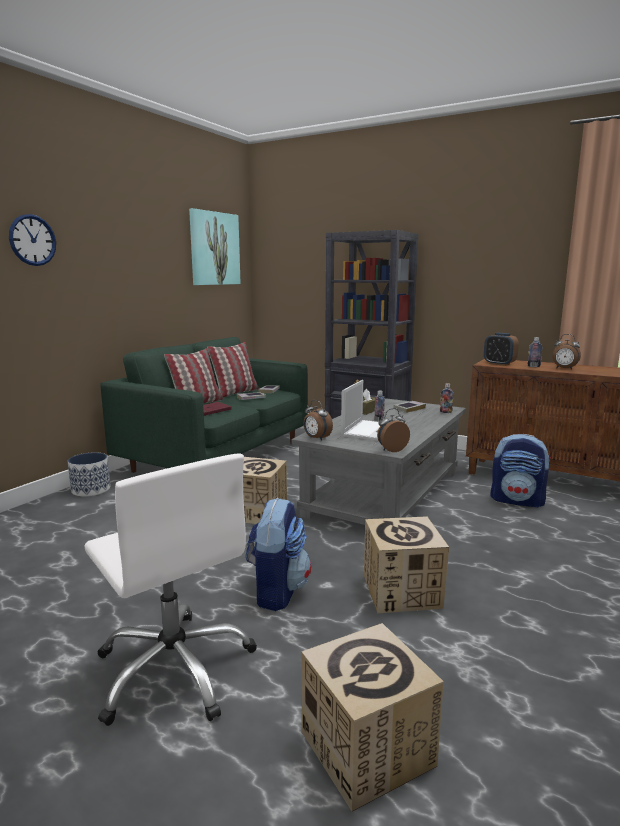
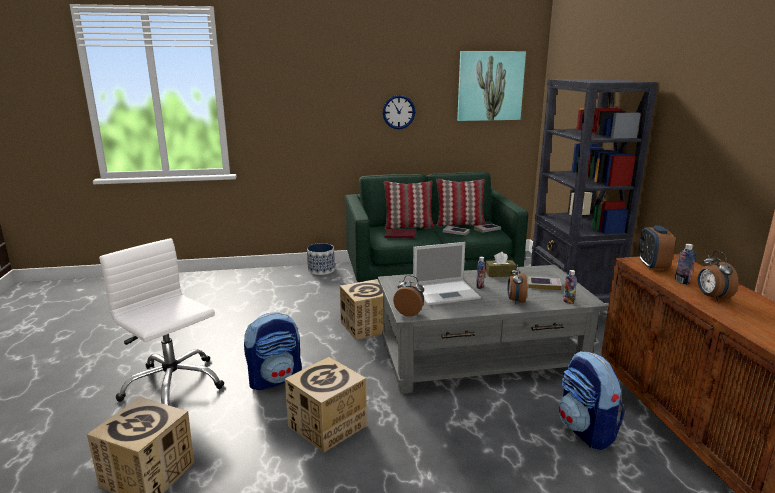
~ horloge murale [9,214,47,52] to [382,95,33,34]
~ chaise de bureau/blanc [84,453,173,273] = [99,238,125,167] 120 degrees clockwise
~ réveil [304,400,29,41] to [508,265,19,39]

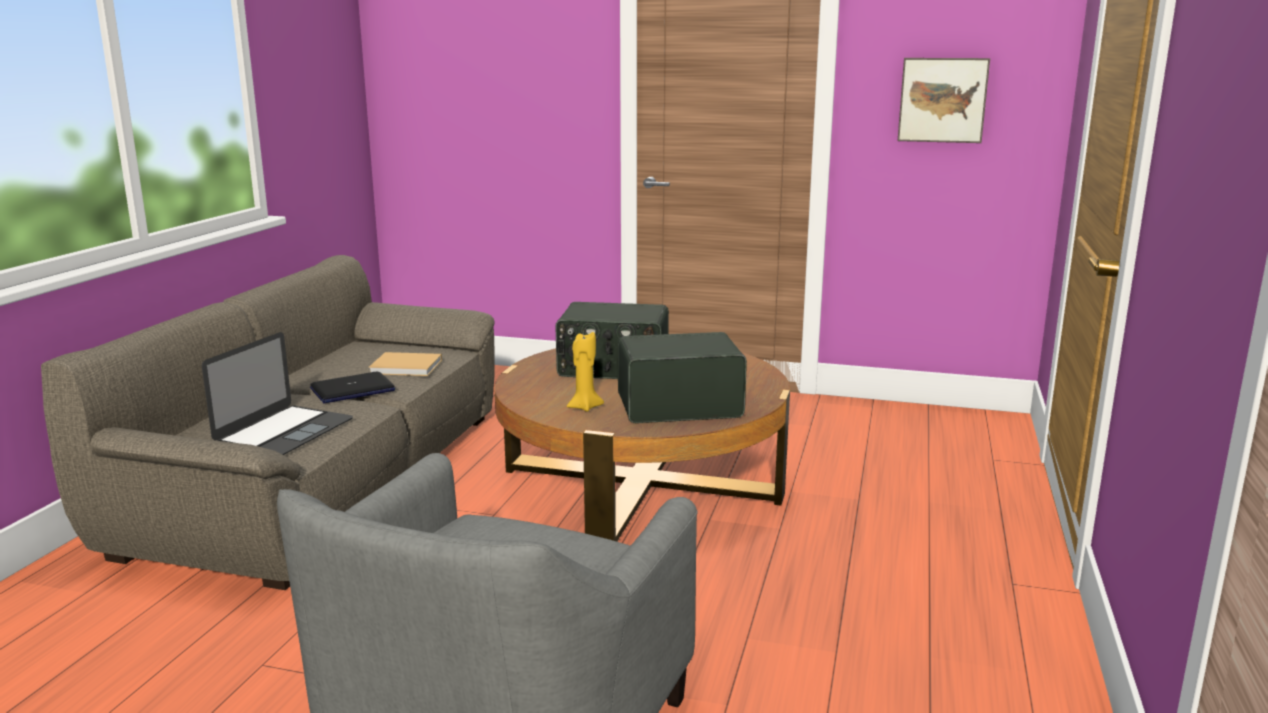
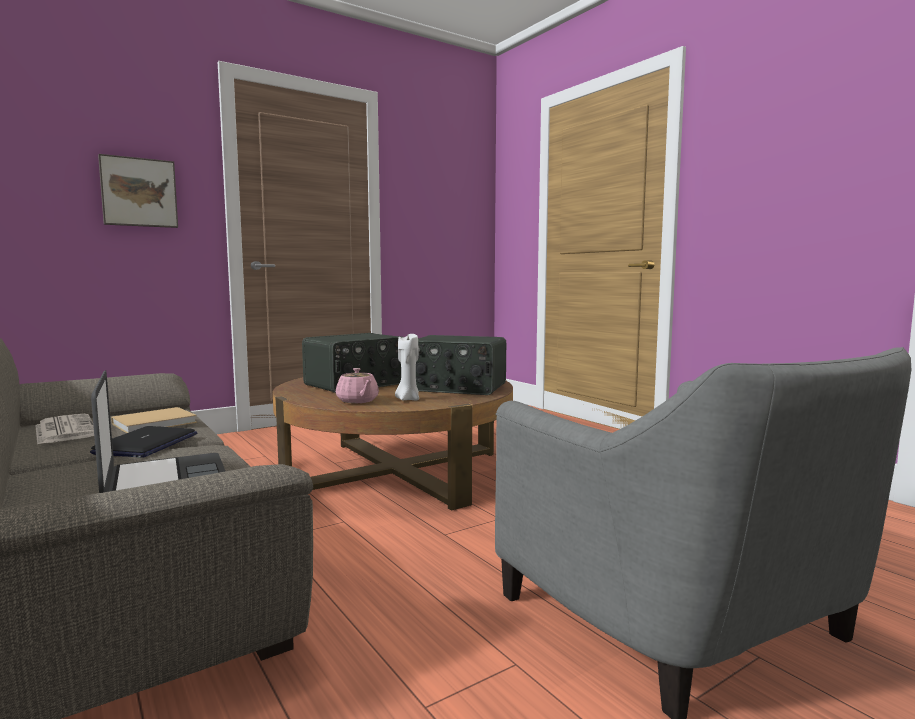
~ bougie/jaune [567,332,37,80] to bougie/blanc [395,334,24,67]
~ radio [618,332,129,91] = [416,335,90,60] 105 degrees counterclockwise
~ tableau [898,58,92,85] to [98,154,80,74]
+ journal [35,414,59,31]
+ théière/rose [336,368,43,35]

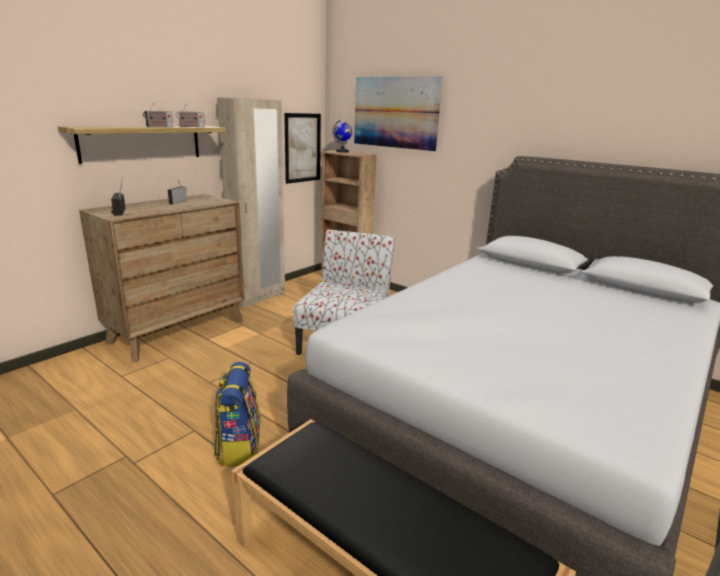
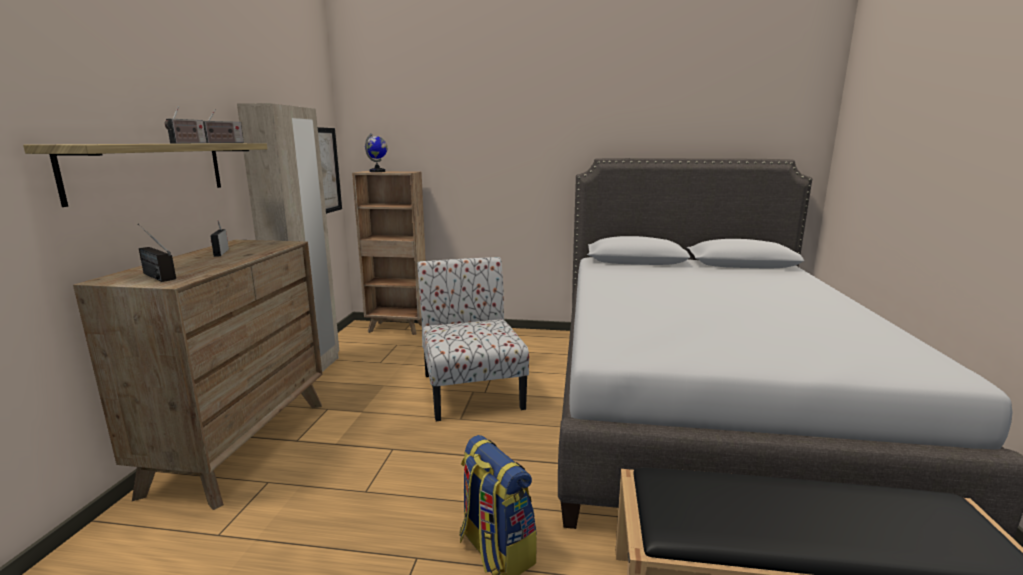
- tableau [354,76,89,75]

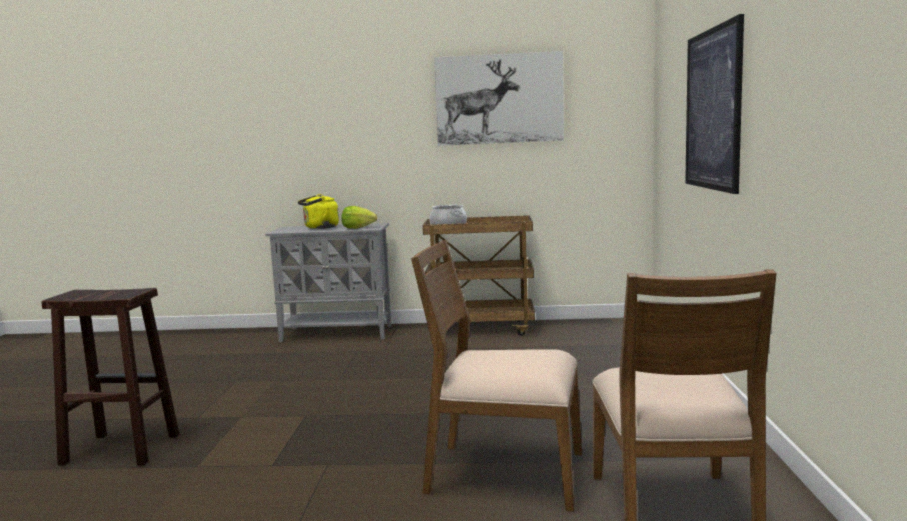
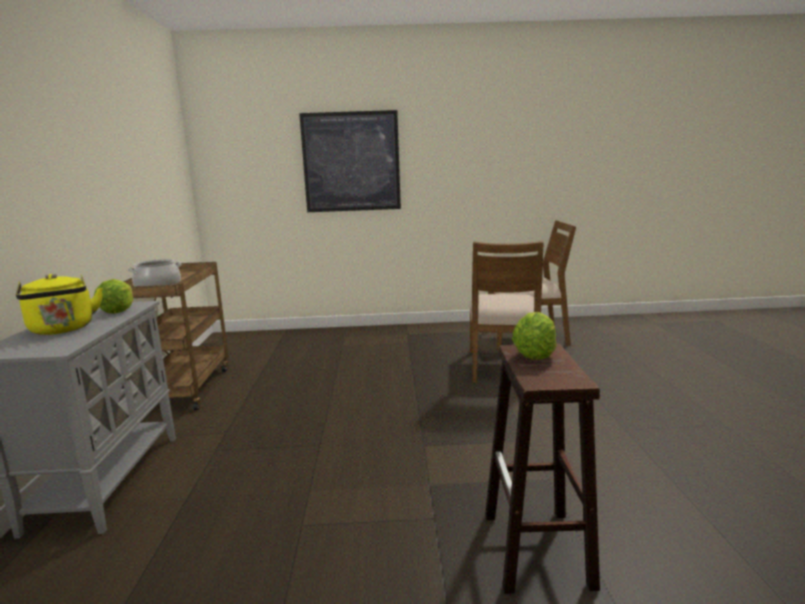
- tableau [434,51,130,95]
+ laitue [512,312,45,47]

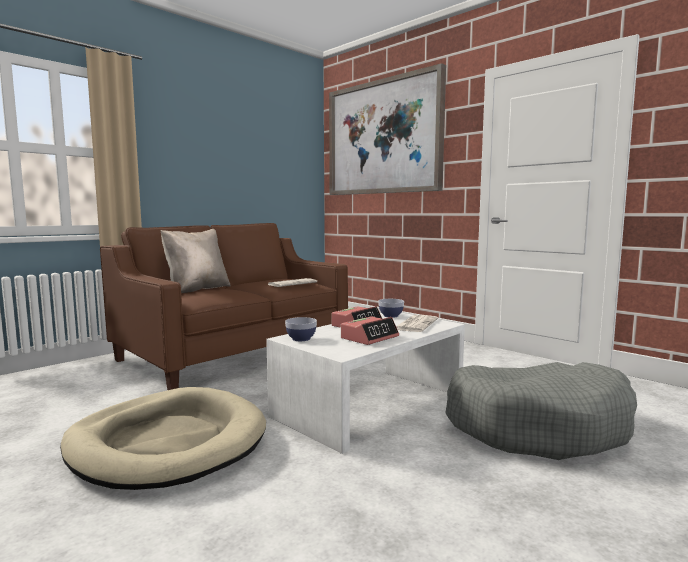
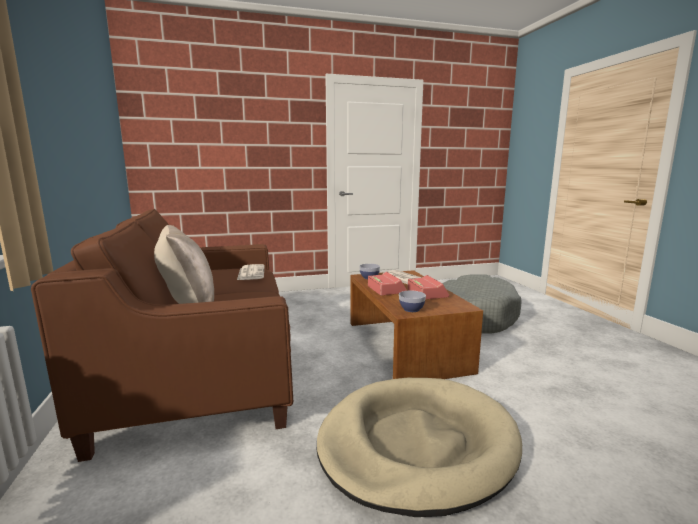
~ table basse/blanc [266,312,199,142] to table basse/marron [351,270,132,109]
- tableau [329,63,117,132]

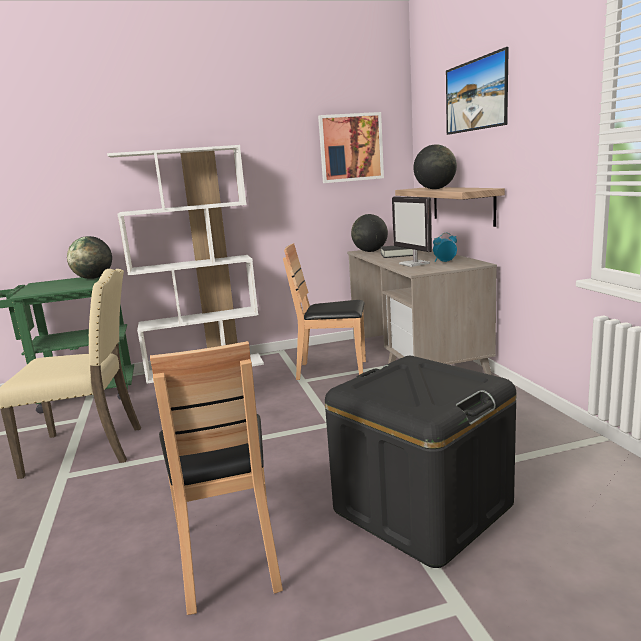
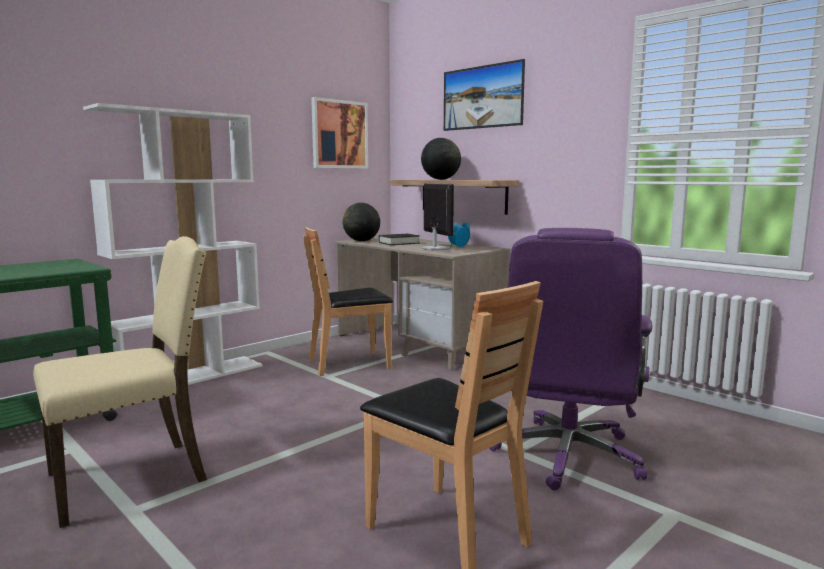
- globe [67,236,45,43]
~ boîte de rangement/noir [325,356,191,212] to chaise de bureau/violet [489,228,163,263]
~ écran d'ordinateur [392,197,40,70] = [421,183,33,68] 150 degrees counterclockwise

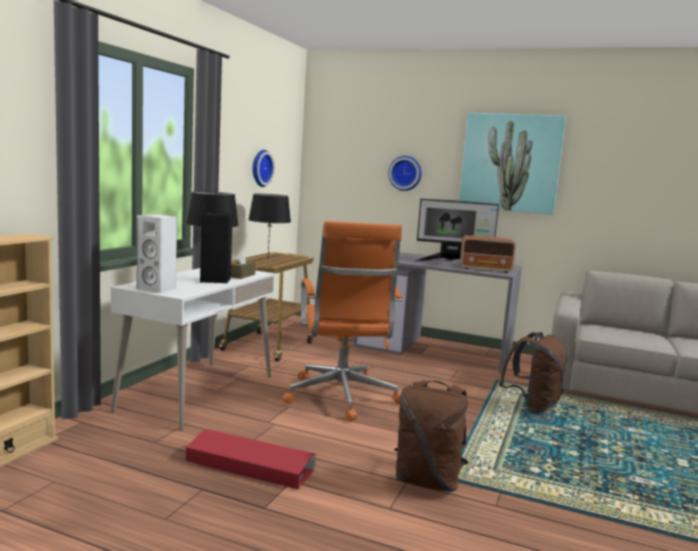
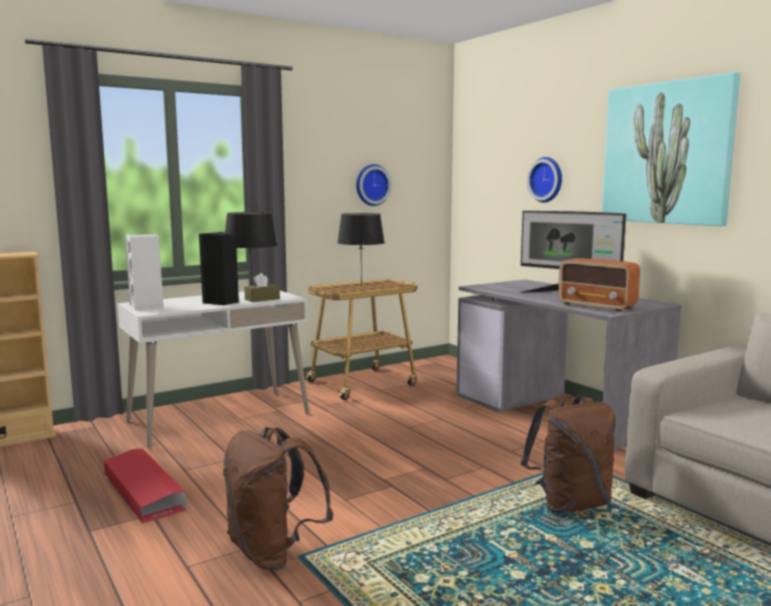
- chaise de bureau/orange [282,221,120,200]

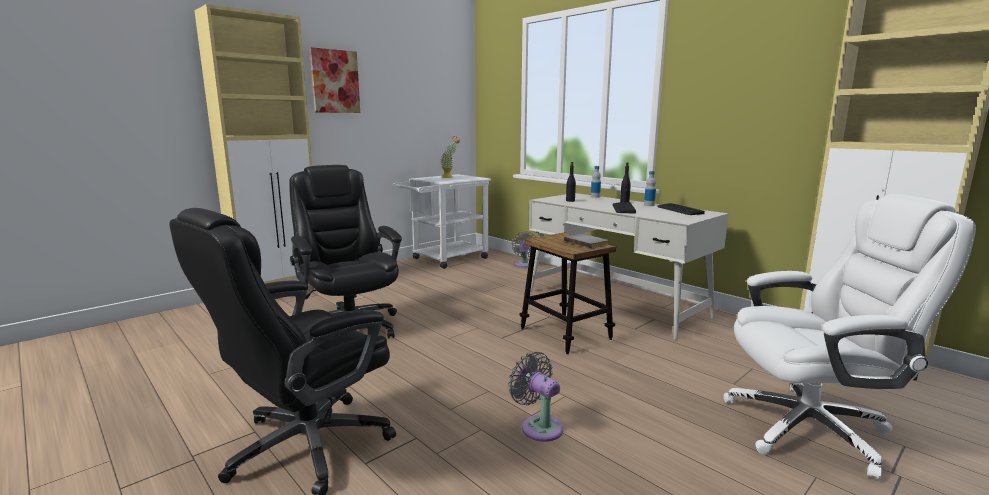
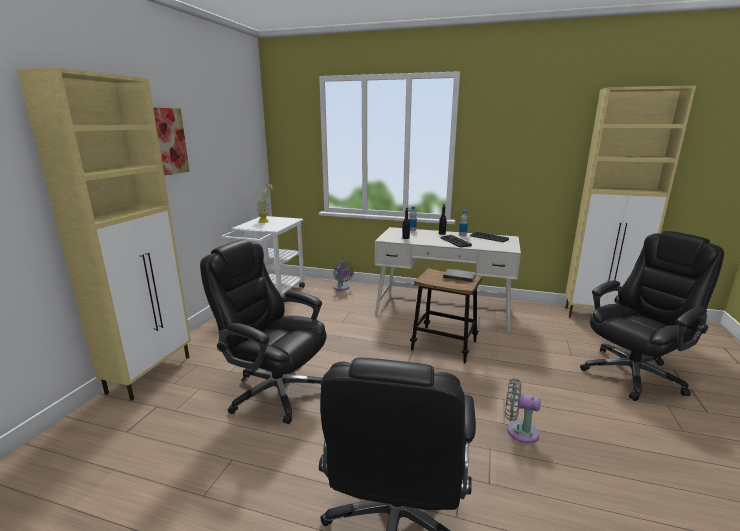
~ chaise de bureau/blanc [723,194,253,286] to chaise de bureau/noir [580,231,144,170]

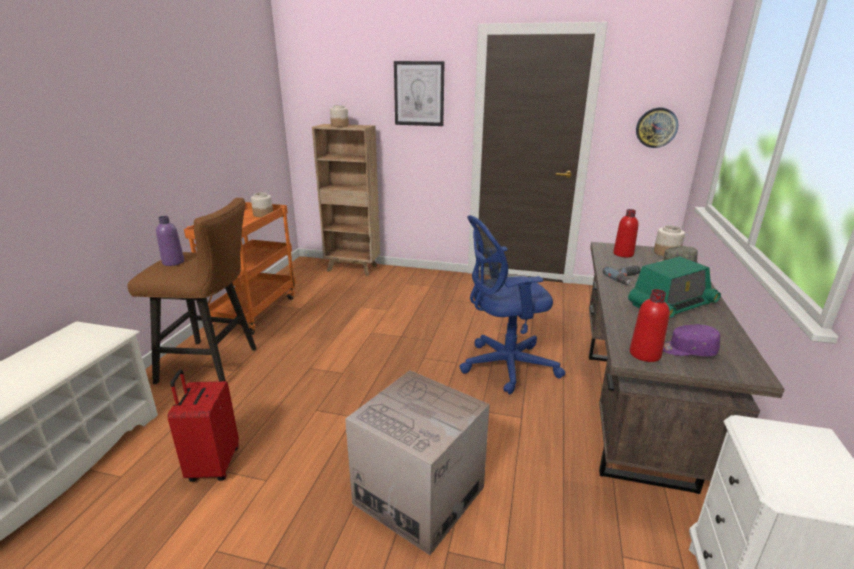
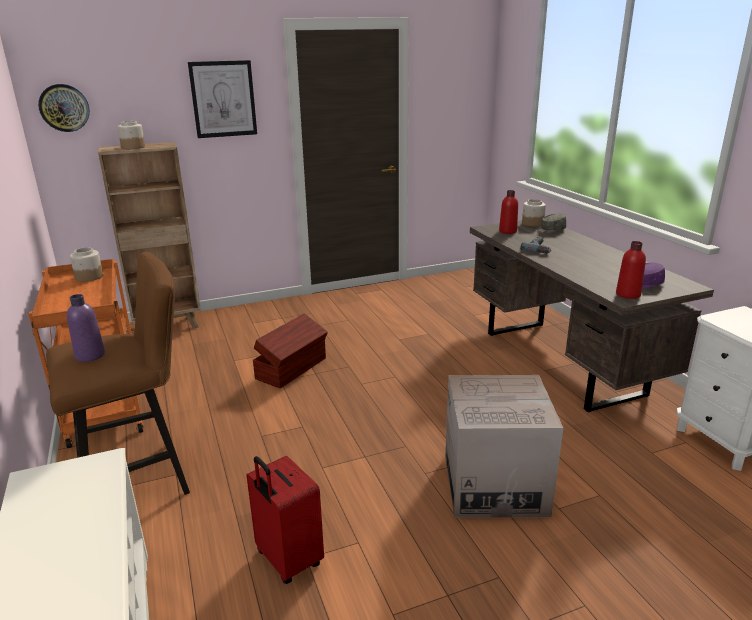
- chaise de bureau/bleu [459,215,106,179]
- radio [628,256,93,62]
~ horloge murale [636,108,43,40] to [38,84,52,48]
+ boîte de rangement/marron [253,314,75,74]

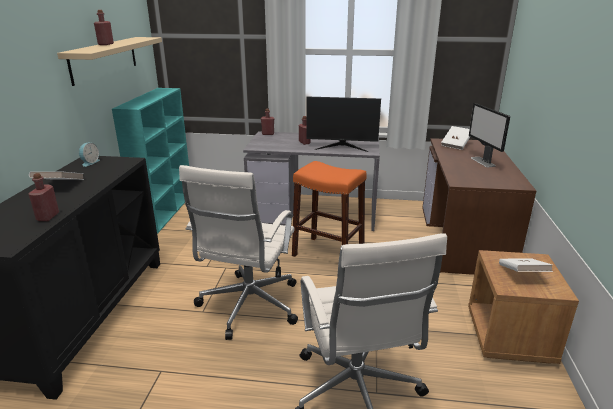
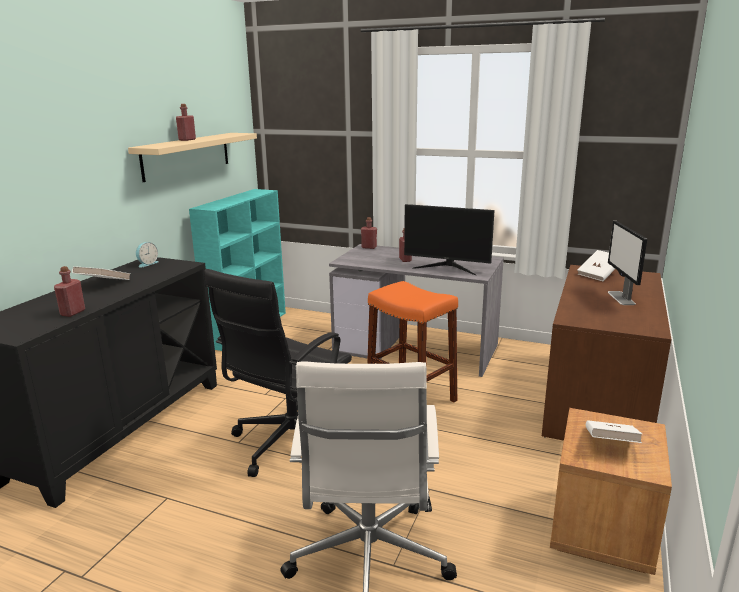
~ chaise de bureau/blanc [179,165,119,175] to chaise de bureau/noir [204,269,148,208]

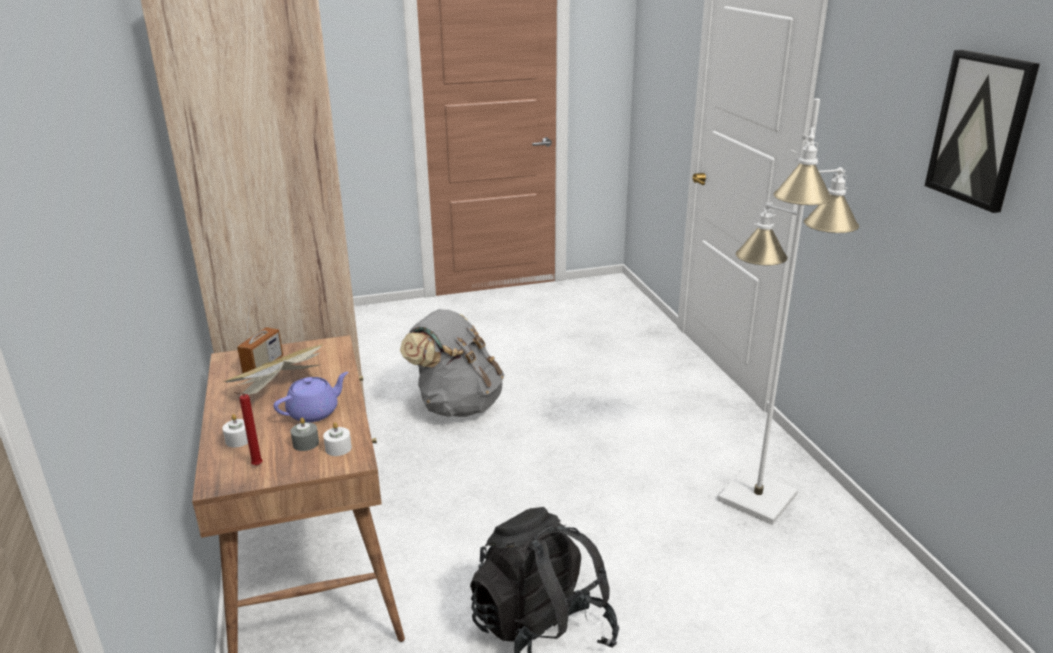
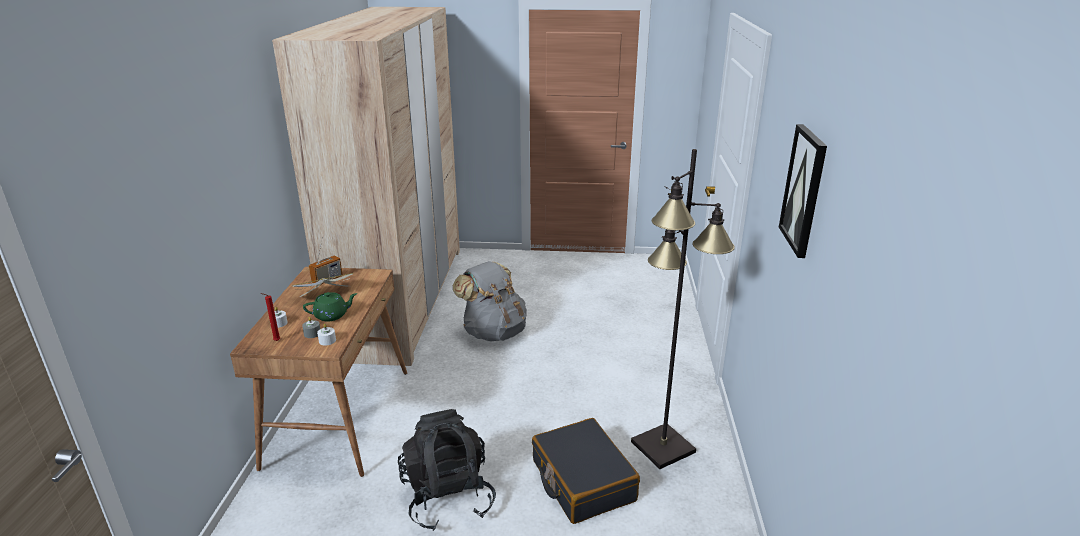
~ théière/violet [273,372,75,50] to théière/vert [303,292,54,29]
~ lampadaire/blanc [718,98,141,427] to lampadaire/noir [631,149,104,320]
+ valise/noir [532,418,108,106]

